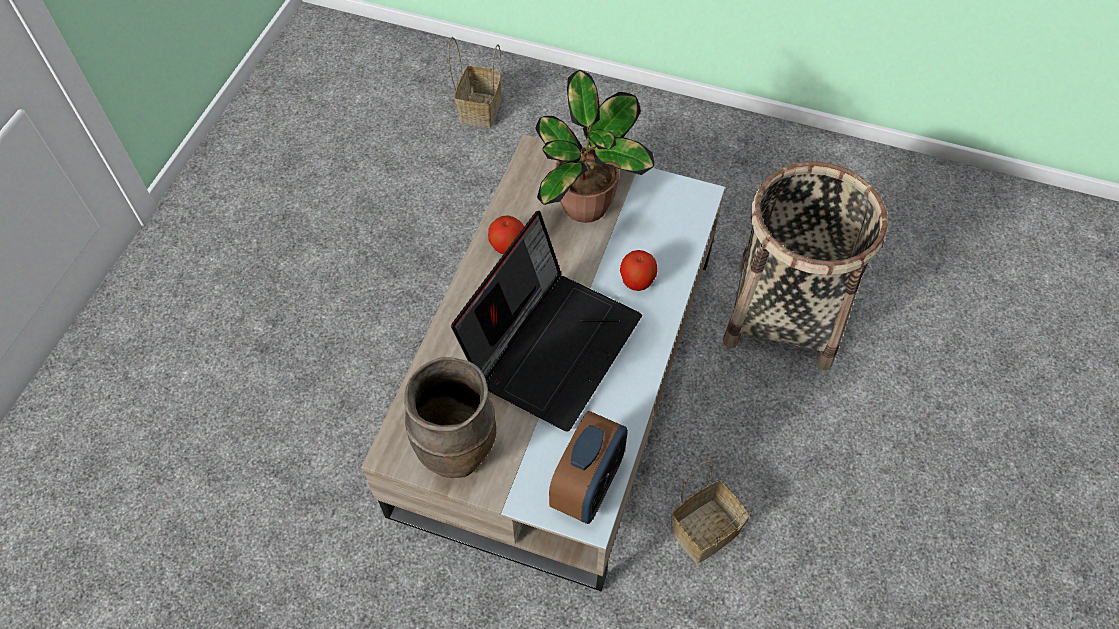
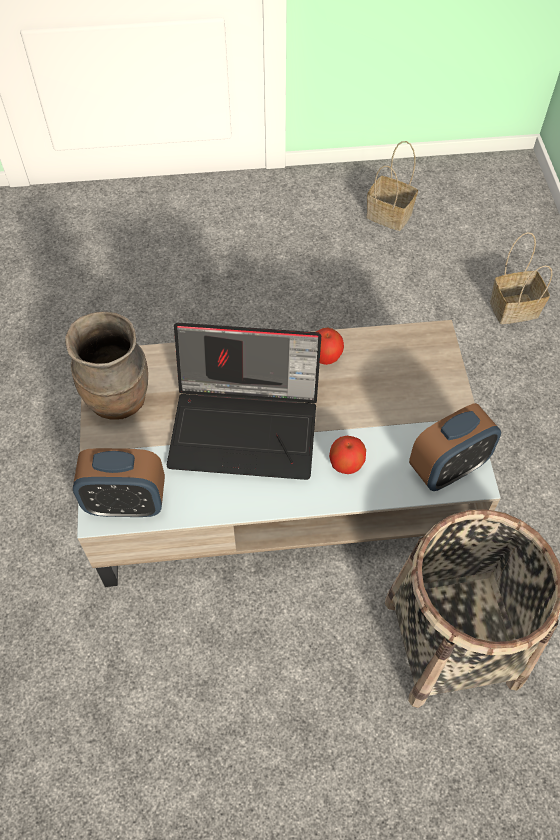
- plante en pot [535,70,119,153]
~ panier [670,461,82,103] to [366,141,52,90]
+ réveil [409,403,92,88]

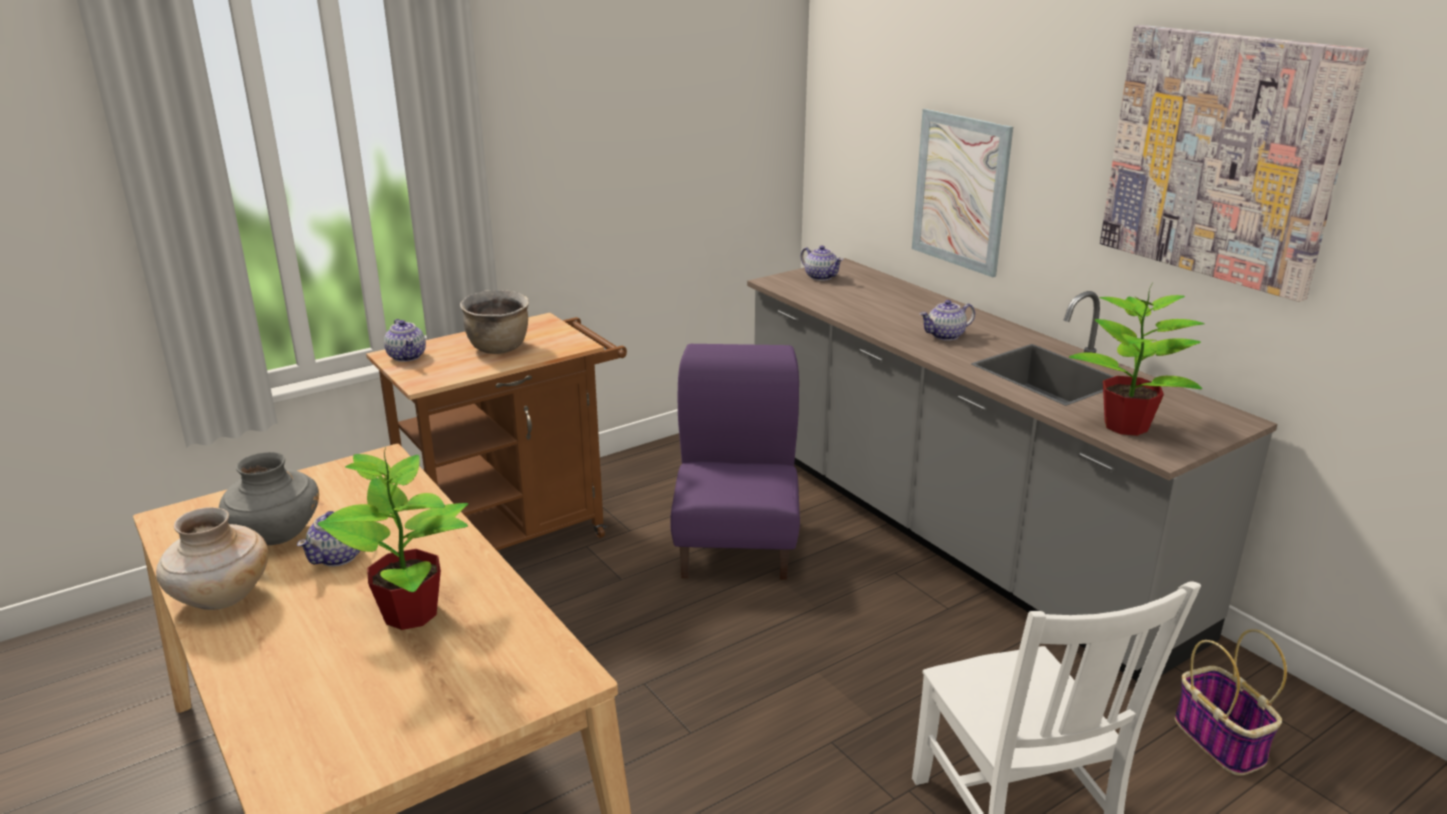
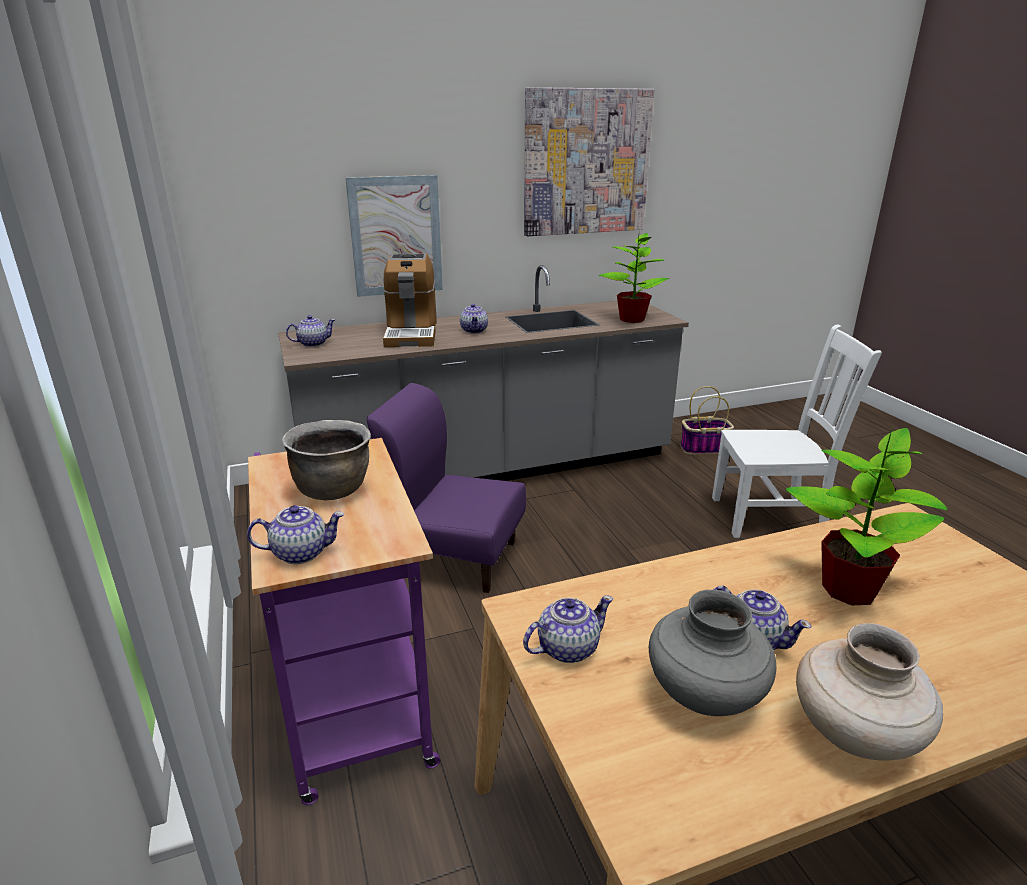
~ chariot/marron [366,313,261,238] to chariot/violet [248,438,192,367]
+ machine à café [383,253,54,94]
+ théière [523,595,90,68]

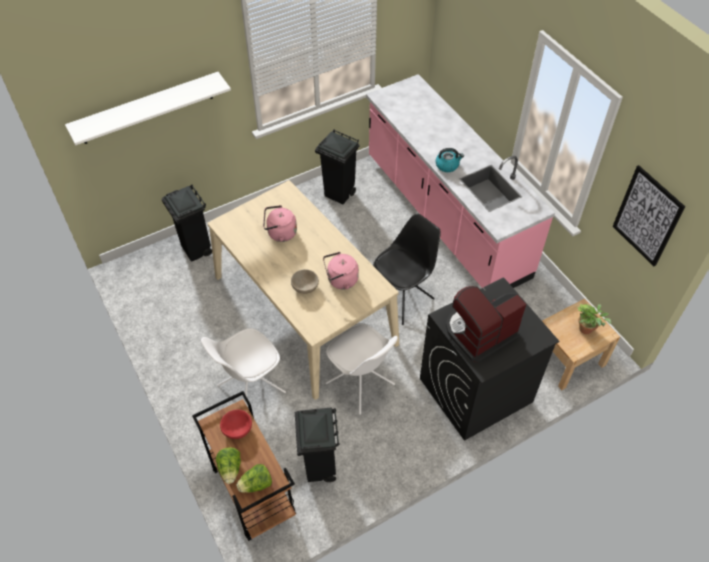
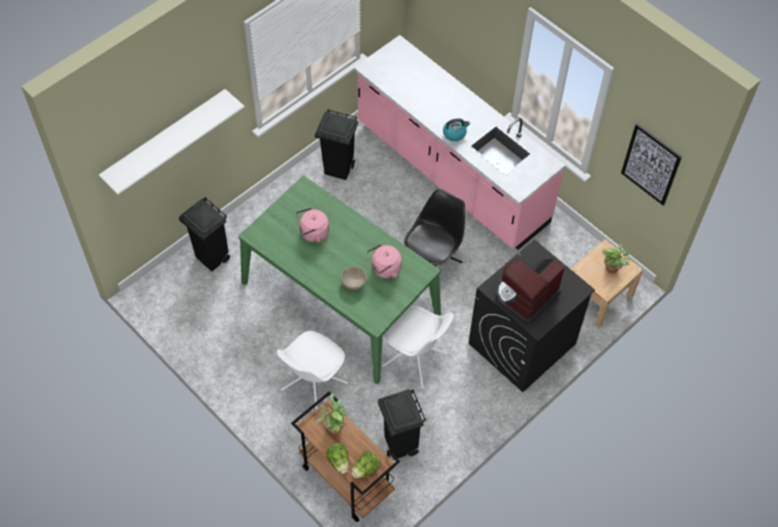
~ table à manger/beige [207,180,192,220] to table à manger/vert [238,176,203,208]
~ bol/rouge [220,409,32,30] to plante en pot [316,393,30,41]

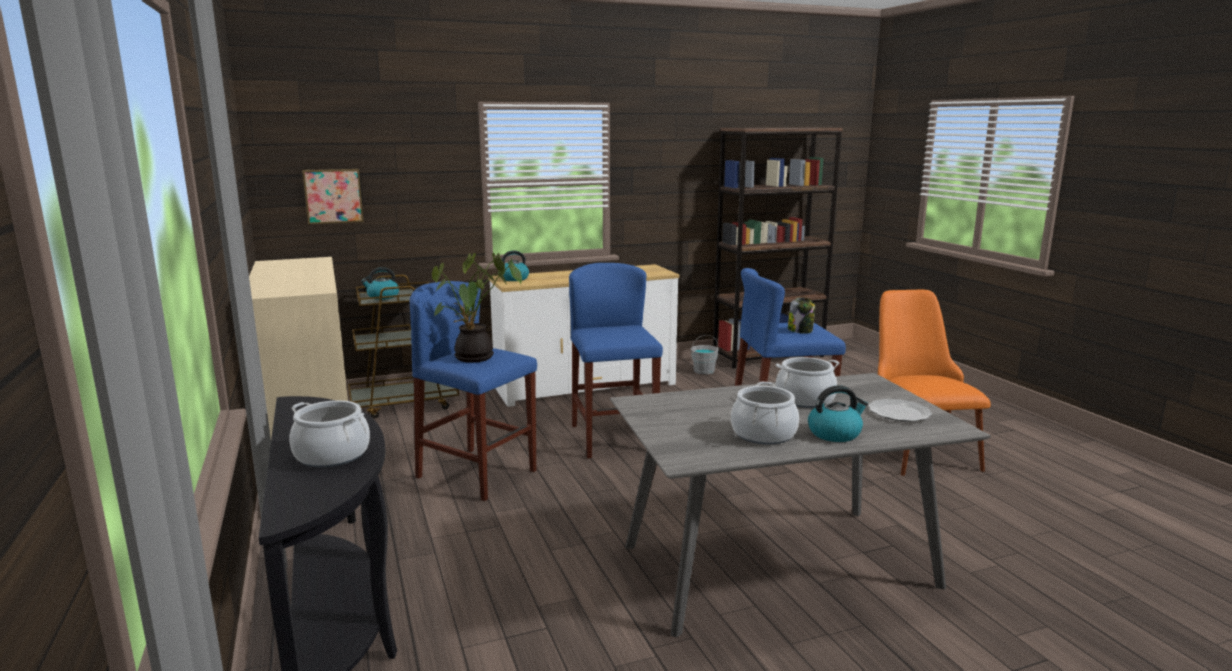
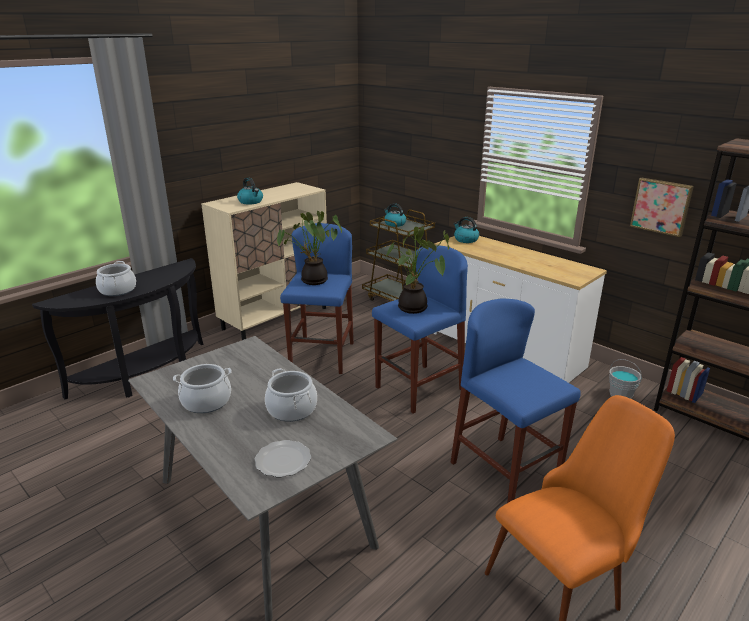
~ tableau [302,169,62,56] to [630,177,64,60]
- bocal [788,297,27,37]
~ bouilloire [808,385,60,57] to [237,177,26,27]
+ plante en pot [386,226,64,88]

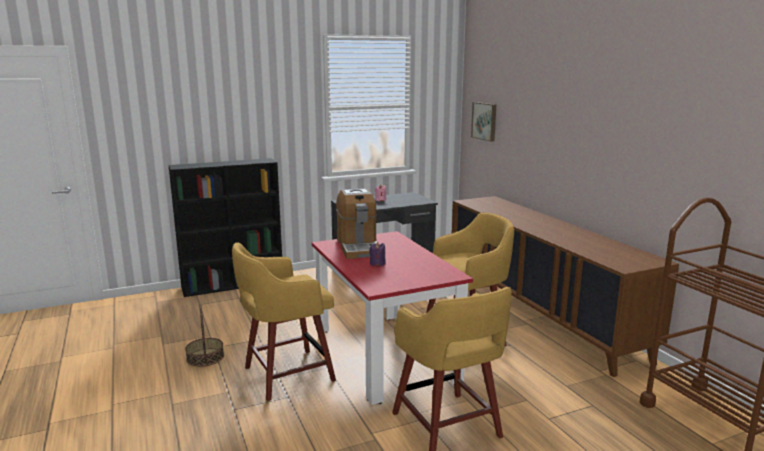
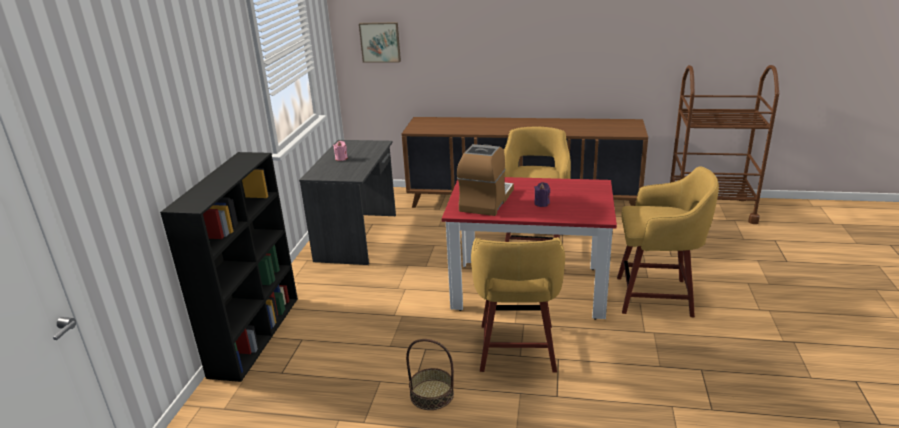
~ machine à café [336,188,41,71] = [457,144,57,72] 90 degrees counterclockwise

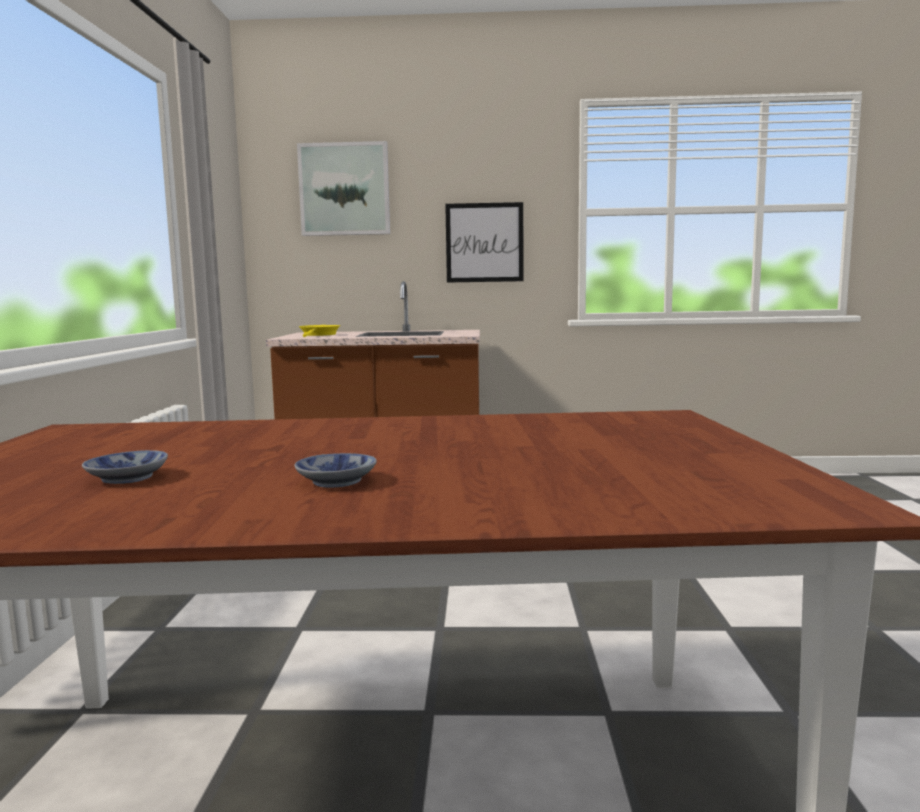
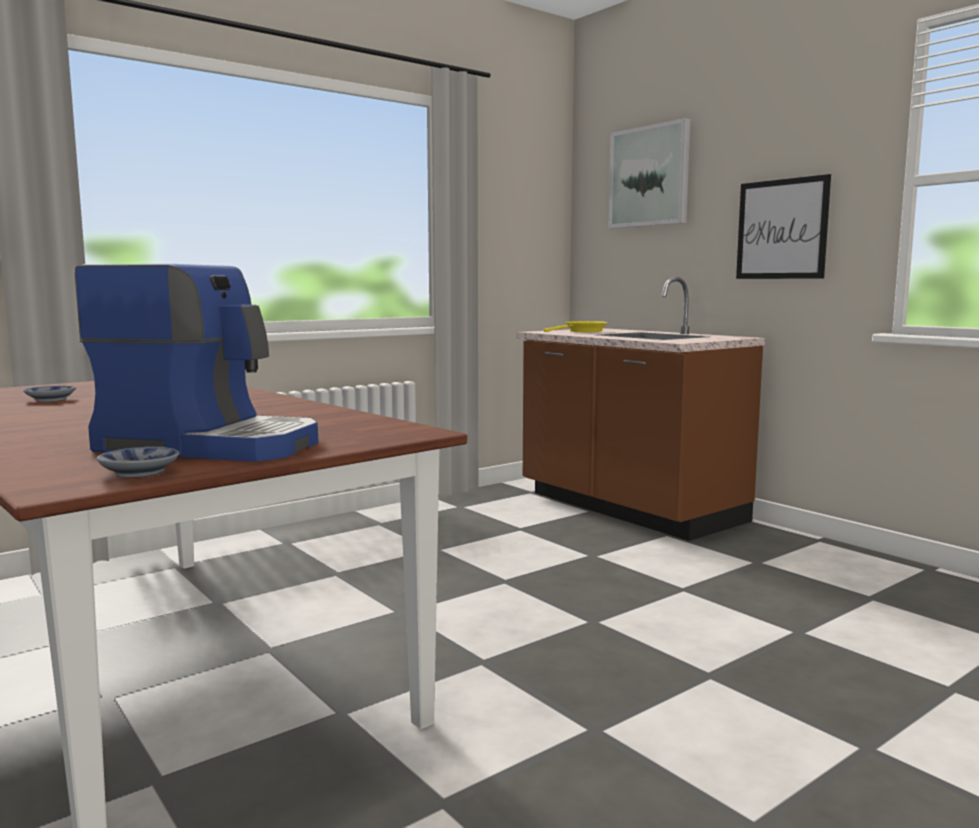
~ bol [294,453,83,35] to [97,447,82,31]
+ machine à café [75,264,243,198]

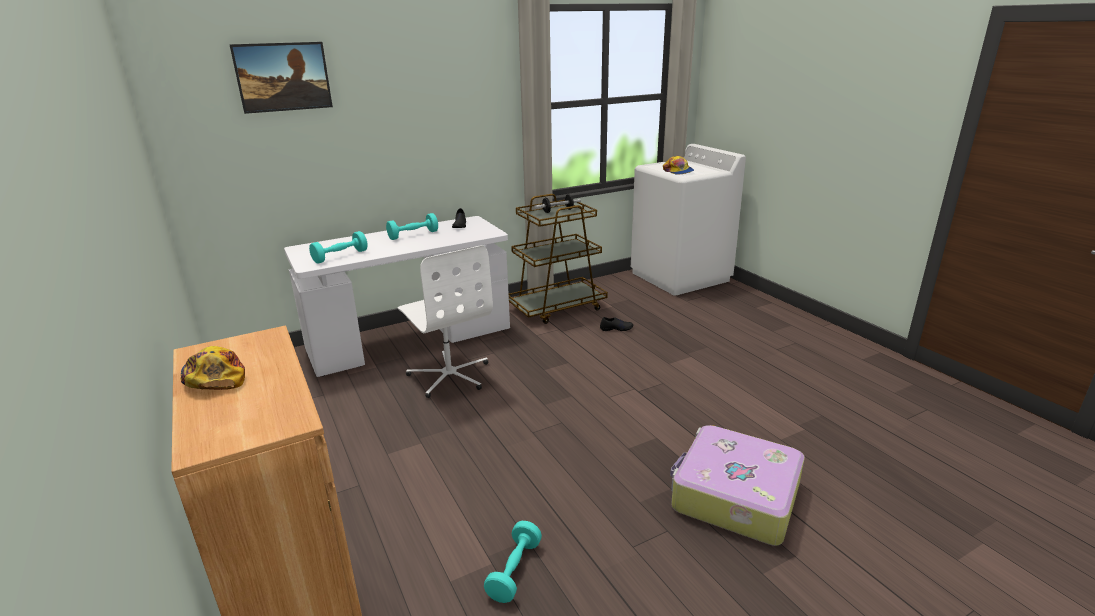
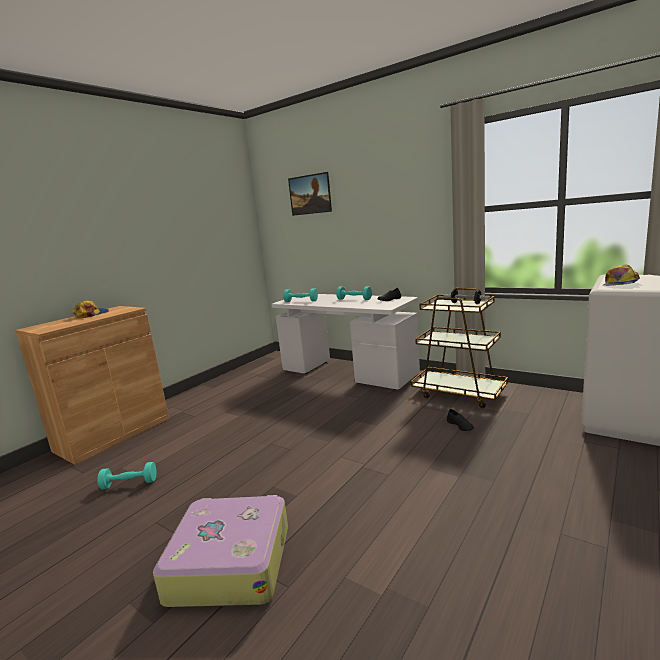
- chaise de bureau/blanc [397,245,96,153]

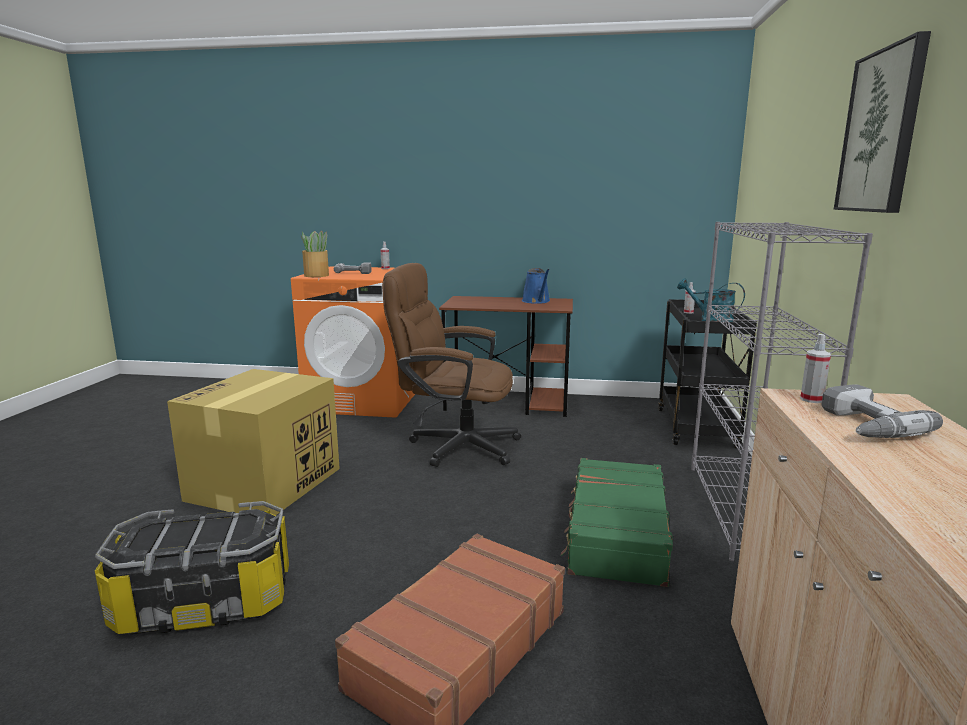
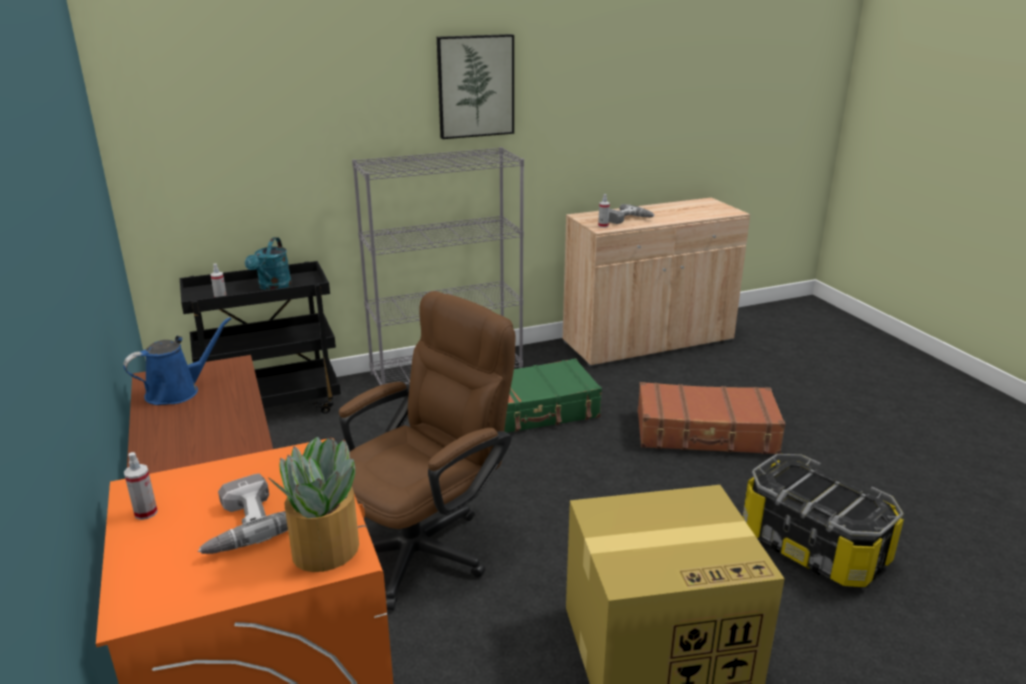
~ chaise de bureau/marron [382,263,139,204] = [339,291,176,319] 120 degrees counterclockwise

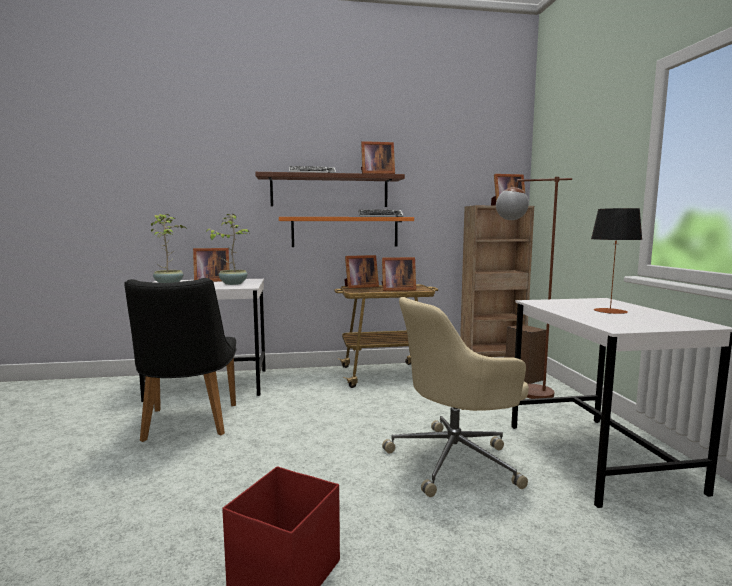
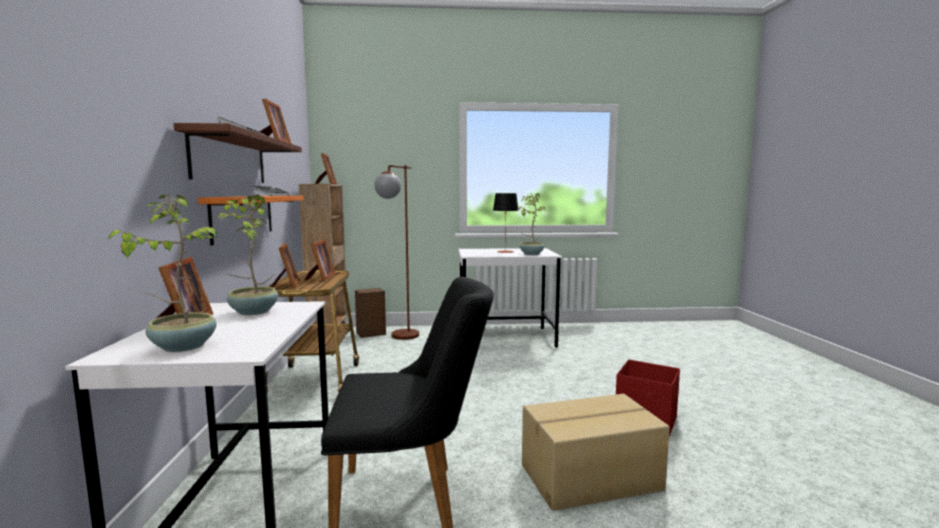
- chaise de bureau/beige [382,297,147,200]
+ plante en pot [519,193,29,62]
+ carton [522,394,148,117]

